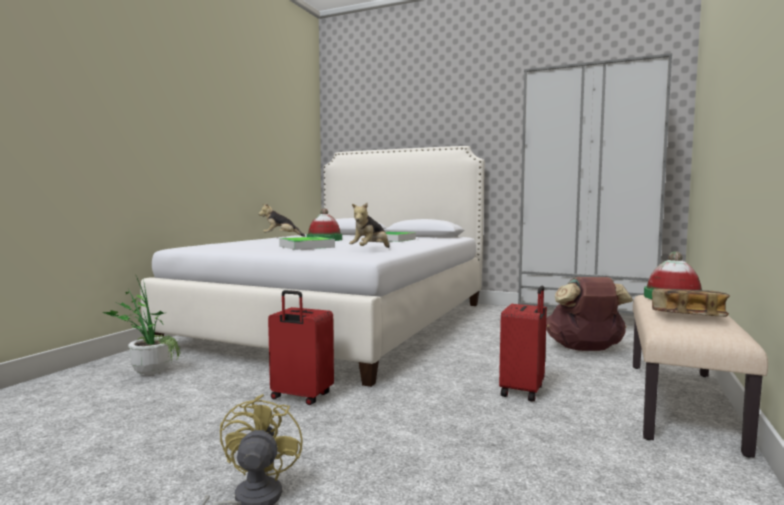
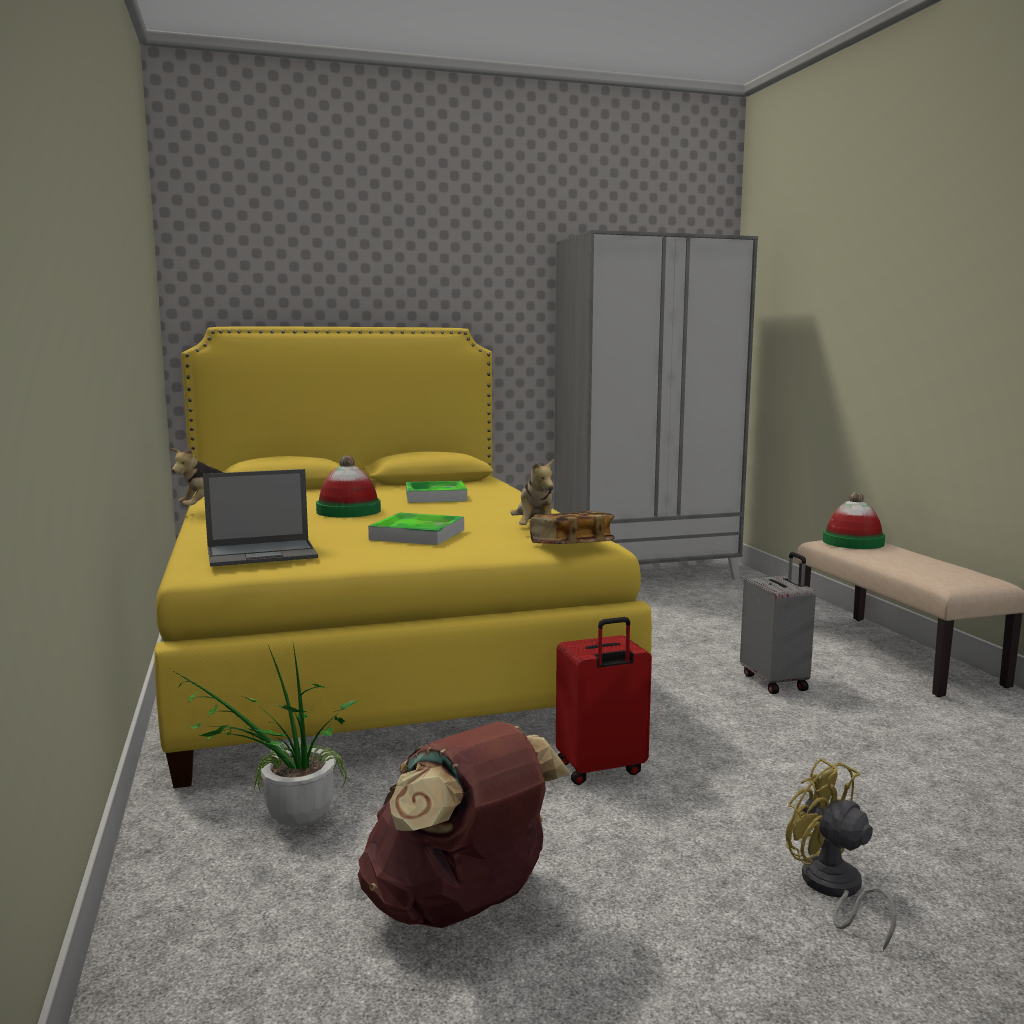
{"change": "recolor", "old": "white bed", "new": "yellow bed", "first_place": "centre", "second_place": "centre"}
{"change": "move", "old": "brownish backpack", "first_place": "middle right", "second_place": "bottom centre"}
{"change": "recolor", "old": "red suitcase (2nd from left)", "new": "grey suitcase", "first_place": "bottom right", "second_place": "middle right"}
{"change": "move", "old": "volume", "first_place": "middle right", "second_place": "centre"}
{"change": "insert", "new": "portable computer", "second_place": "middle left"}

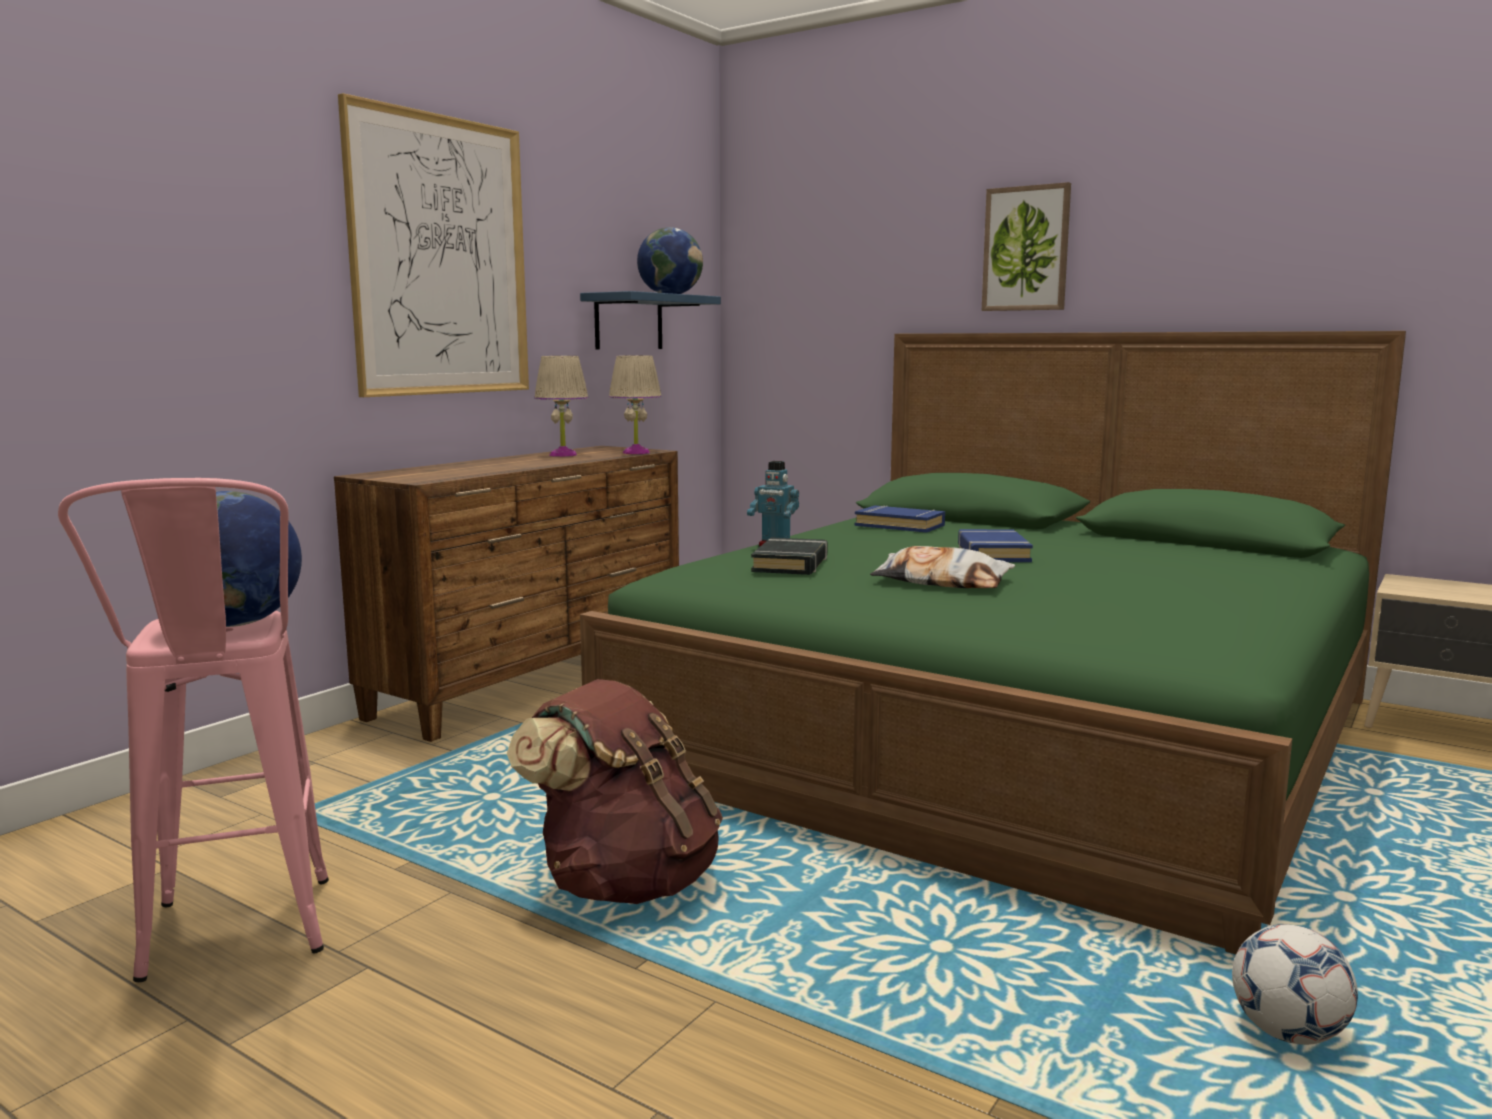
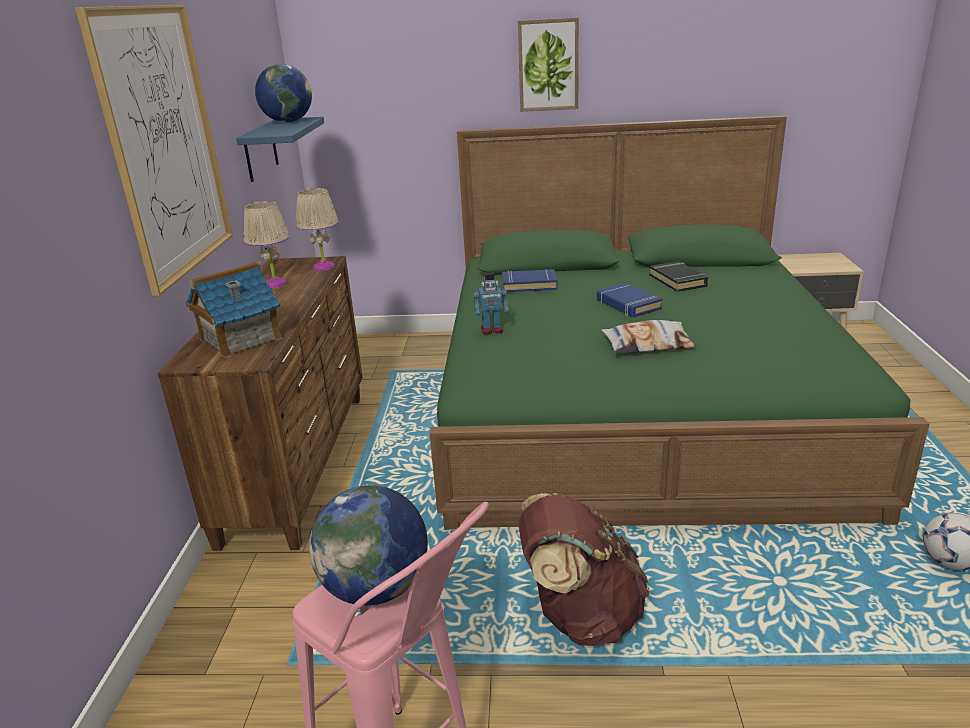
{"change": "move", "old": "blackish volume", "first_place": "centre", "second_place": "middle right"}
{"change": "insert", "new": "miniature house", "second_place": "middle left"}

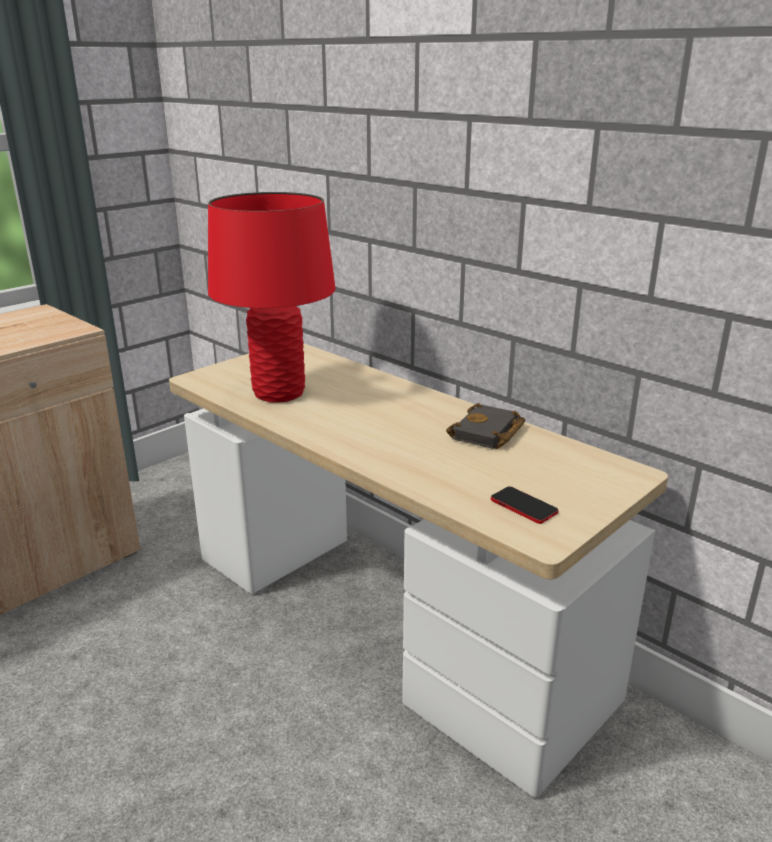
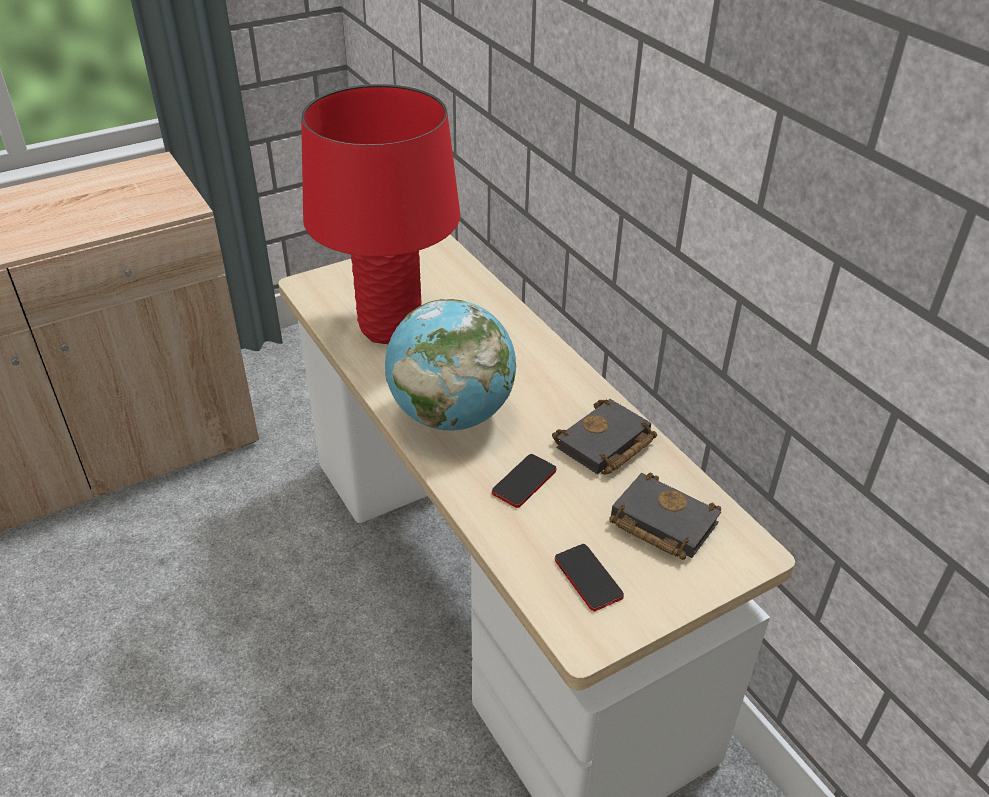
{"change": "insert", "new": "world globe", "second_place": "centre"}
{"change": "insert", "new": "telephone (1st from left)", "second_place": "centre"}
{"change": "insert", "new": "blackish volume (2nd from left)", "second_place": "middle right"}

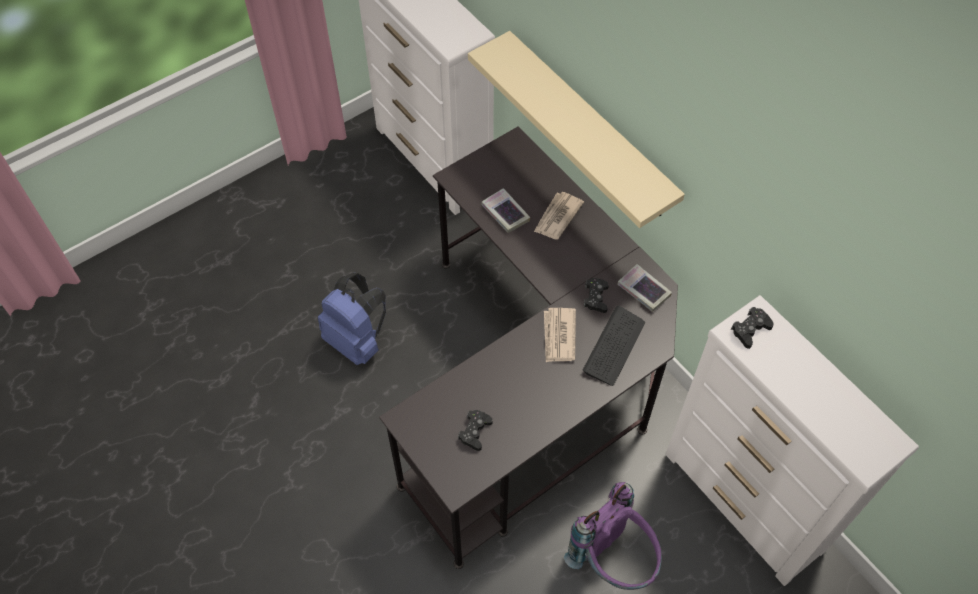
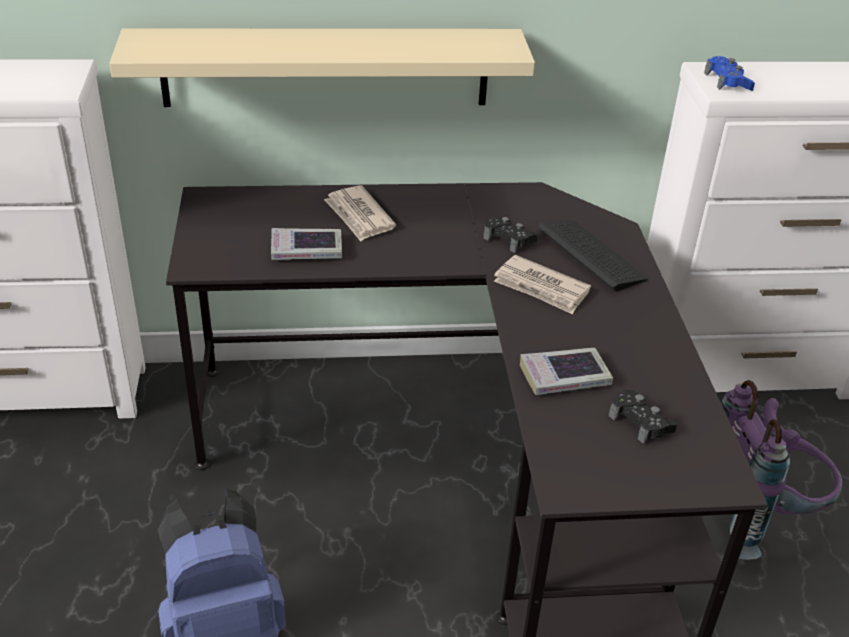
{"change": "move", "old": "volume (2nd from left)", "first_place": "centre", "second_place": "middle right"}
{"change": "recolor", "old": "blackish joypad (3rd from left)", "new": "bluish joypad", "first_place": "middle right", "second_place": "top right"}

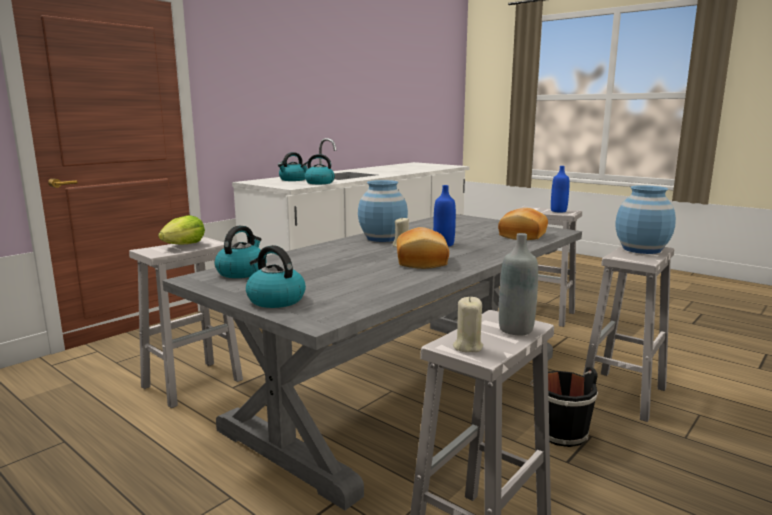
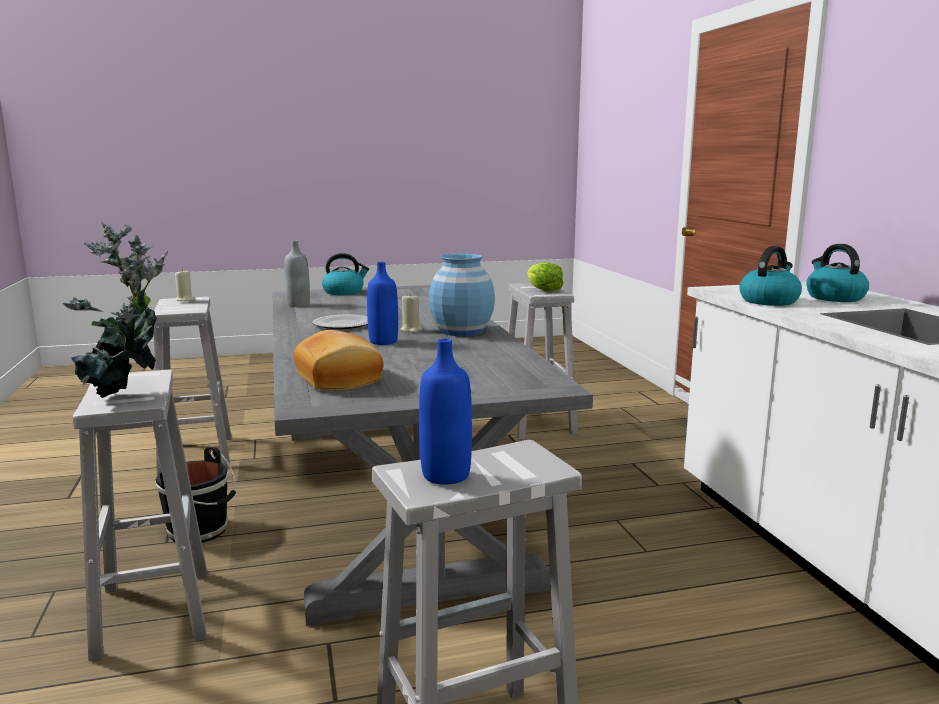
{"change": "replace", "old": "bluish flower vase (2nd from left)", "new": "potted plant", "first_place": "middle right", "second_place": "middle left"}
{"change": "delete", "old": "kettle (1st from left)", "first_place": "middle left"}
{"change": "replace", "old": "bread (1st from left)", "new": "plate", "first_place": "centre", "second_place": "centre"}
{"change": "move", "old": "grey bottle", "first_place": "middle right", "second_place": "middle left"}

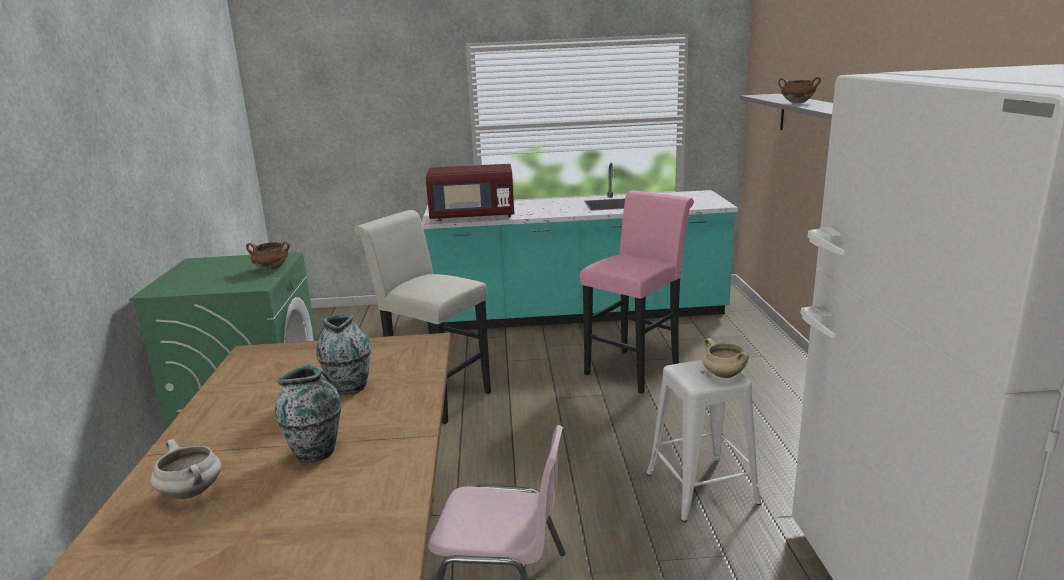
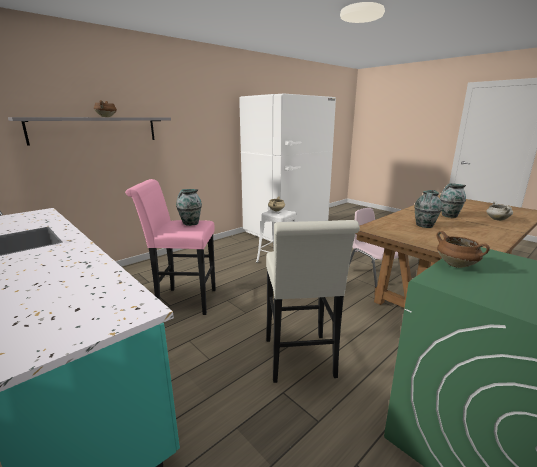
{"change": "delete", "old": "red microwave", "first_place": "top centre"}
{"change": "insert", "new": "flower vase (1st from left)", "second_place": "centre"}

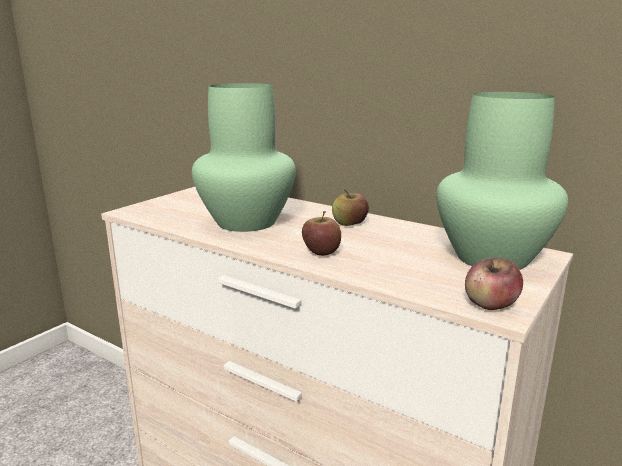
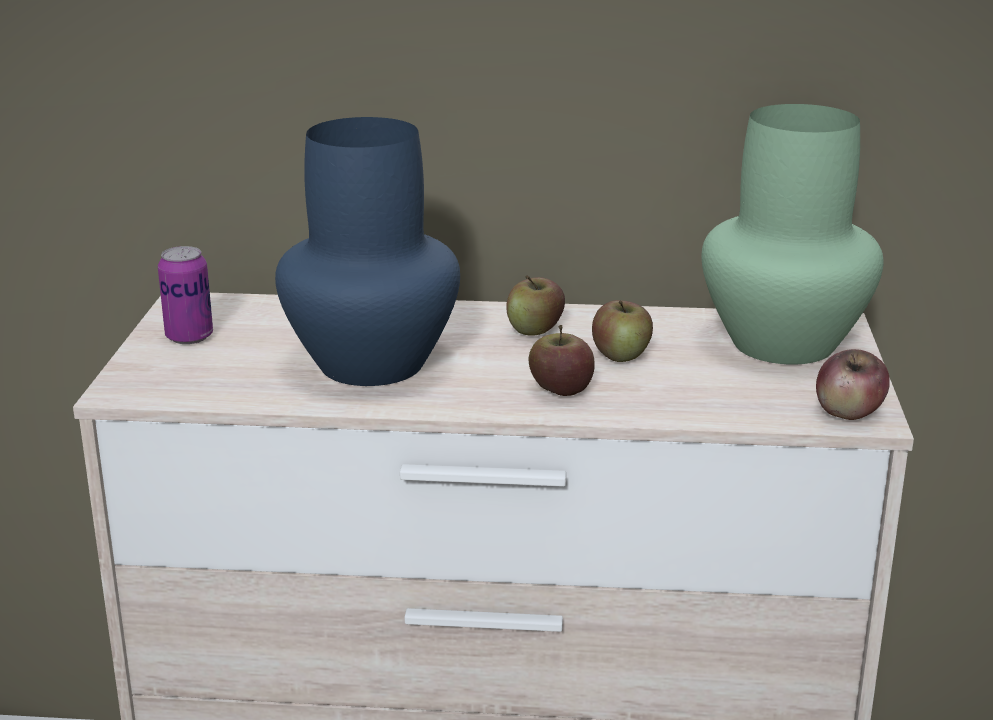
{"change": "recolor", "old": "green-coloured flower vase (1st from left)", "new": "bluish flower vase", "first_place": "centre", "second_place": "centre"}
{"change": "insert", "new": "sealed can", "second_place": "middle left"}
{"change": "insert", "new": "apple fruit (3rd from left)", "second_place": "centre"}

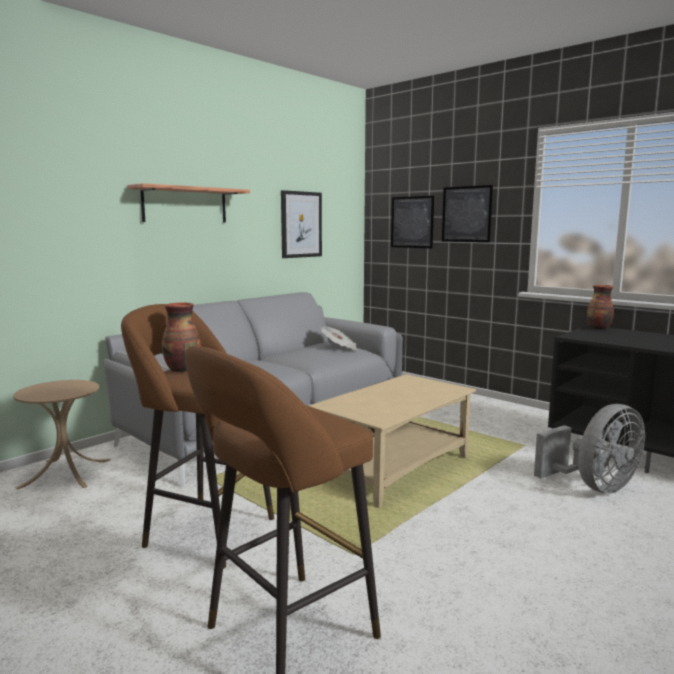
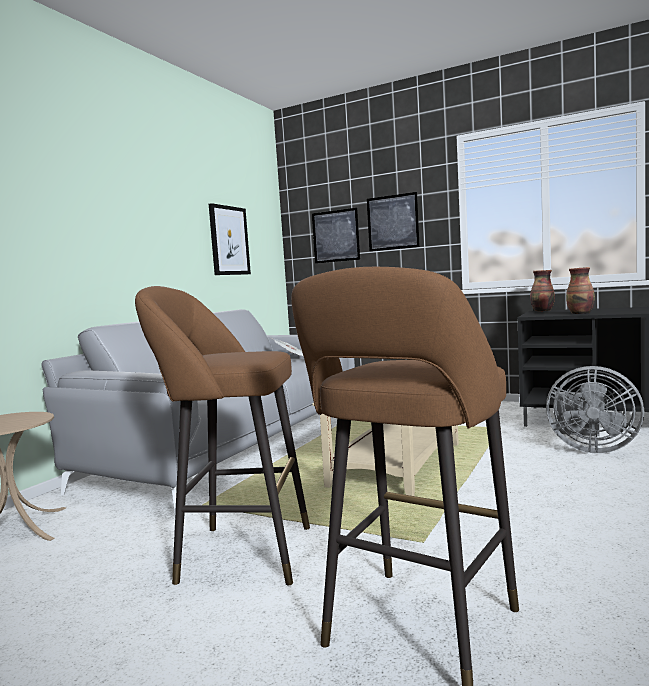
{"change": "delete", "old": "bracket shelf", "first_place": "top left"}
{"change": "move", "old": "flower vase (1st from left in the first image)", "new": "flower vase (2nd from left)", "first_place": "middle left", "second_place": "middle right"}
{"change": "rotate", "old": "grey cooling fan", "first_place": "middle right", "second_place": "middle right", "degrees": 75}

